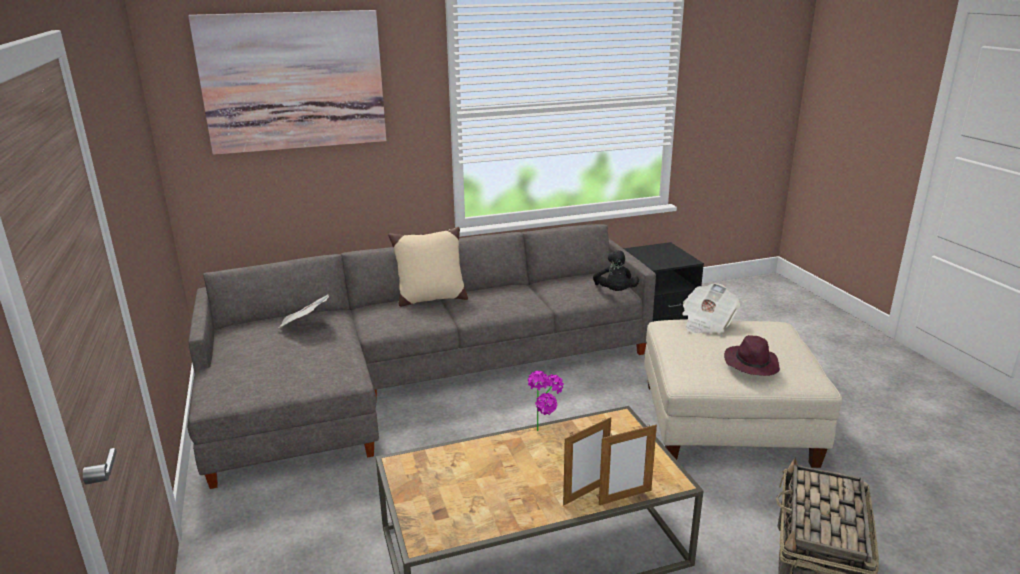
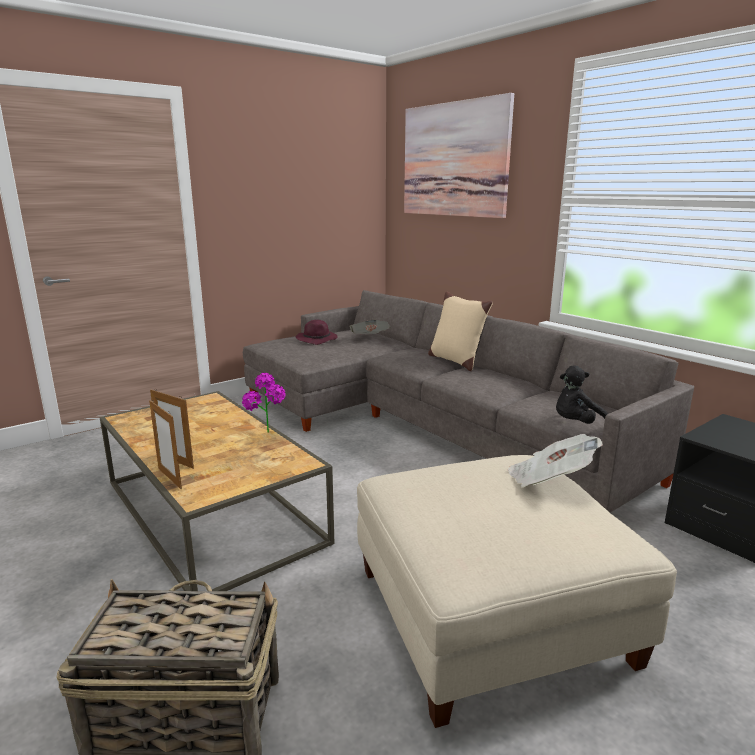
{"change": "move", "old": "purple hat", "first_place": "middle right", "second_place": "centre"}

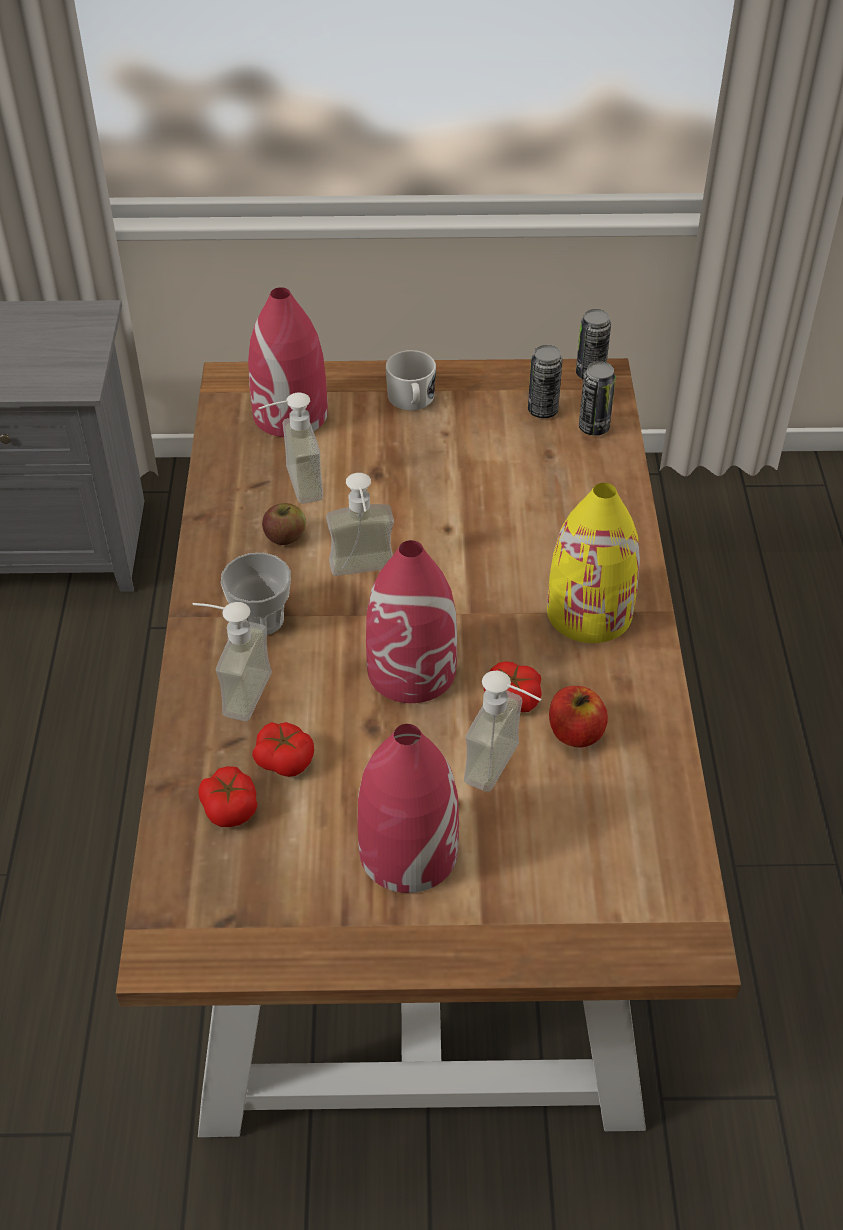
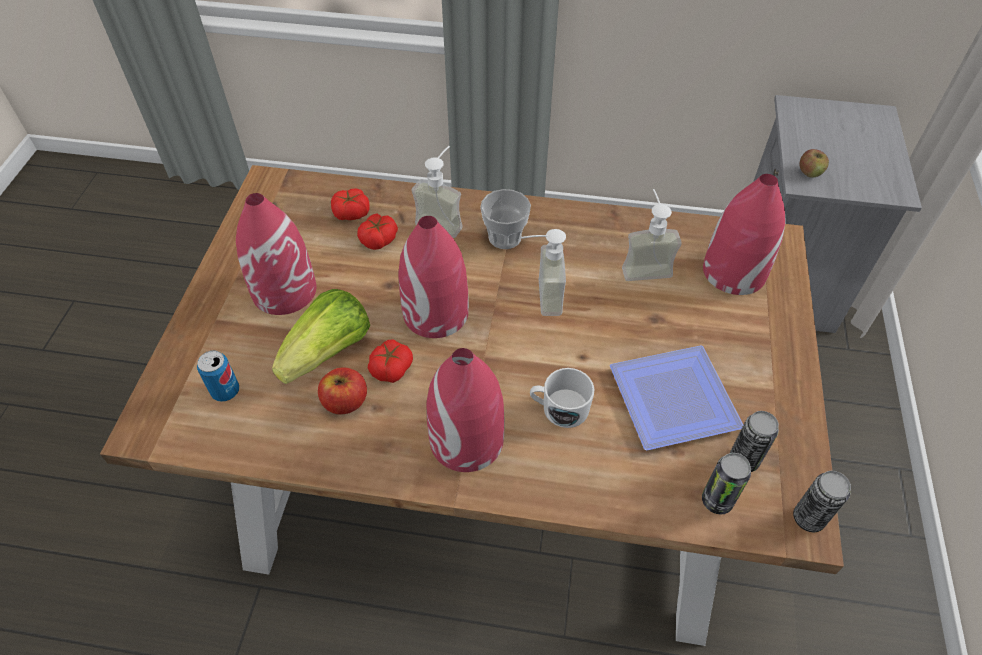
{"change": "move", "old": "white coffee mug", "first_place": "top centre", "second_place": "centre"}
{"change": "recolor", "old": "yellow flower vase", "new": "red flower vase (3rd from left)", "first_place": "middle right", "second_place": "centre"}
{"change": "move", "old": "apple fruit (1st from left in the first image)", "new": "apple fruit (2nd from left)", "first_place": "centre", "second_place": "top right"}
{"change": "replace", "old": "soap bottle (4th from left)", "new": "head of lettuce", "first_place": "centre", "second_place": "middle left"}
{"change": "insert", "new": "plate", "second_place": "middle right"}
{"change": "insert", "new": "sealed can (1st from left)", "second_place": "middle left"}

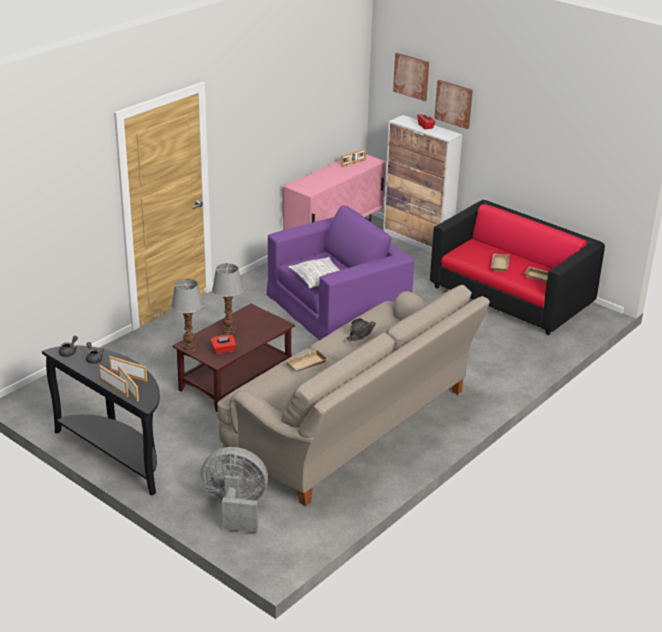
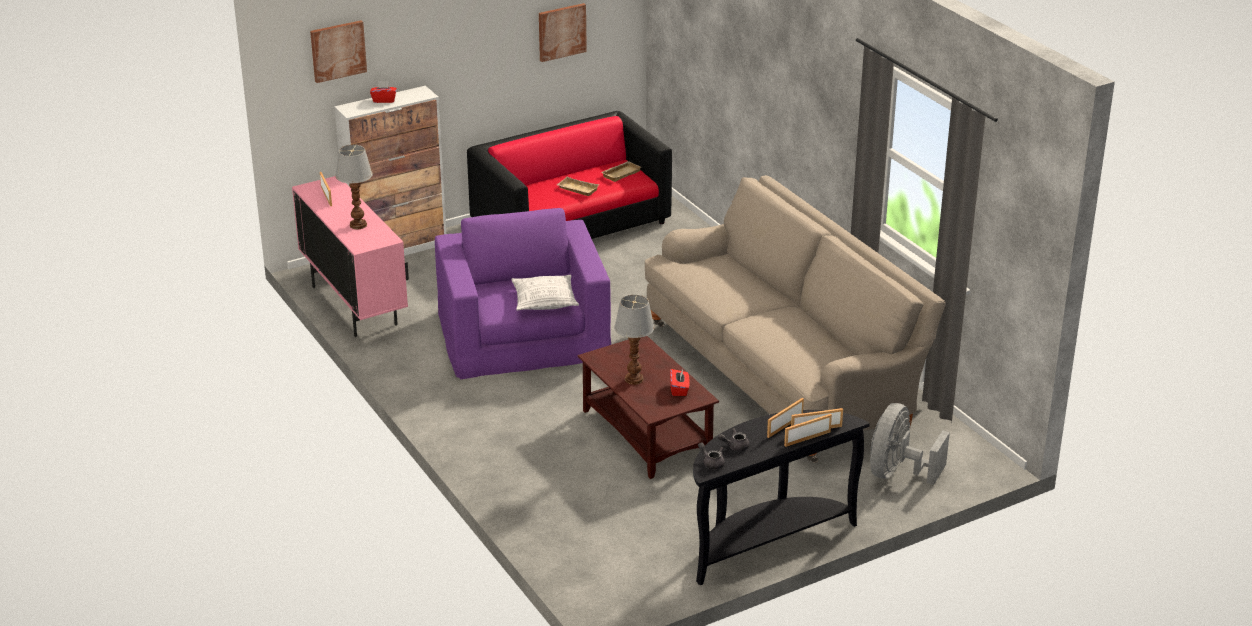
{"change": "move", "old": "wall picture (2nd from left)", "first_place": "top right", "second_place": "top centre"}
{"change": "move", "old": "lamp for a table (1st from left)", "first_place": "middle left", "second_place": "top left"}
{"change": "delete", "old": "blackish hat", "first_place": "centre"}
{"change": "delete", "old": "beige-coloured carrying tray (1st from left)", "first_place": "centre"}

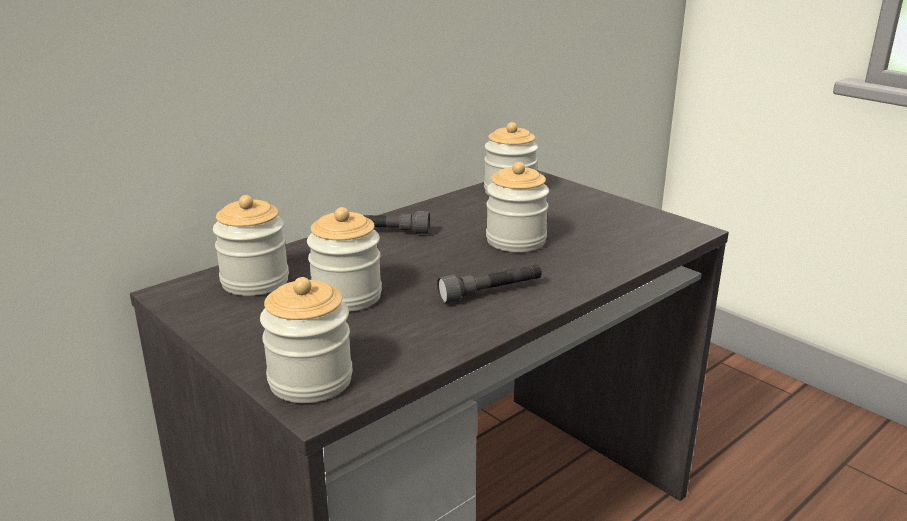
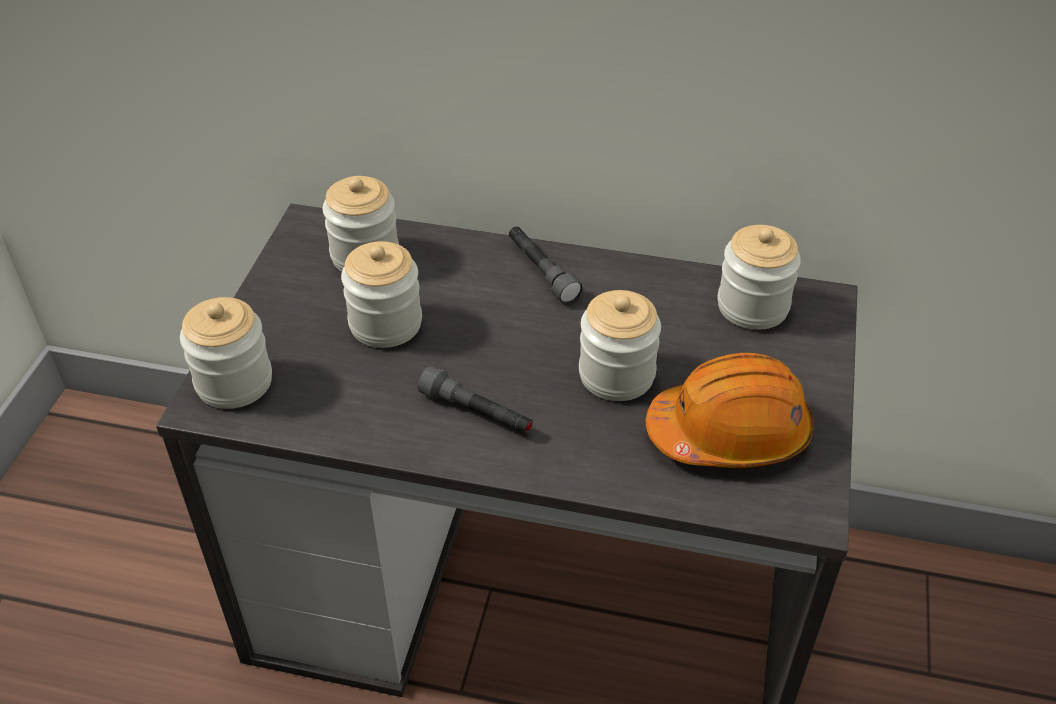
{"change": "insert", "new": "orangey safety helmet", "second_place": "middle right"}

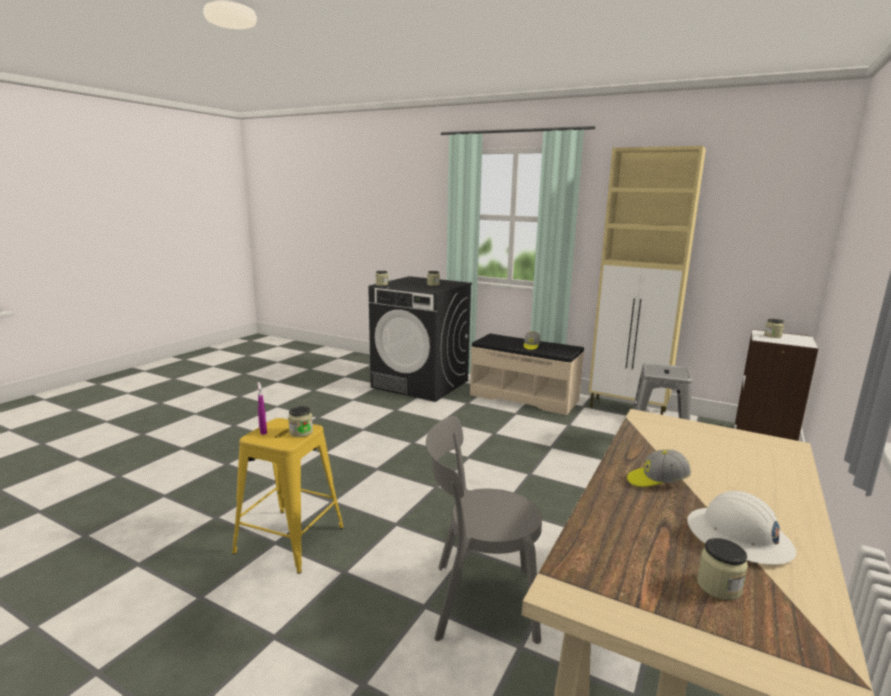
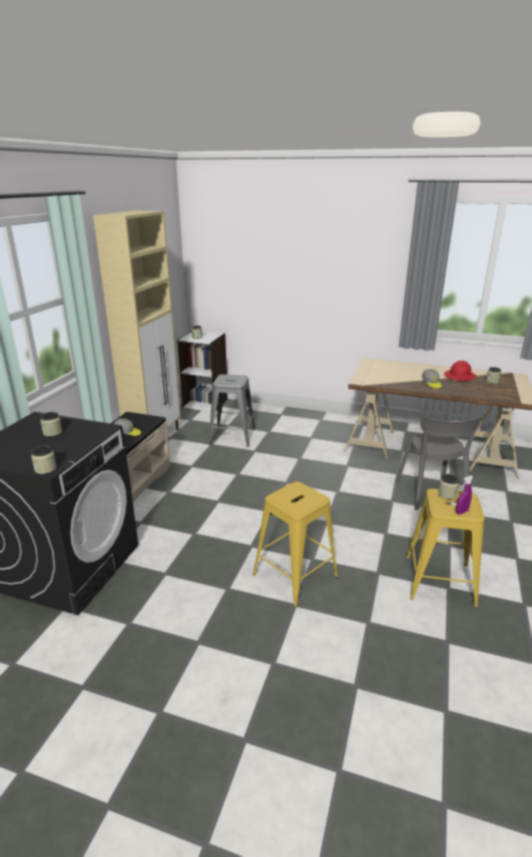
{"change": "recolor", "old": "white safety helmet", "new": "red safety helmet", "first_place": "bottom right", "second_place": "middle right"}
{"change": "insert", "new": "yellow sitting stool (1st from left)", "second_place": "centre"}

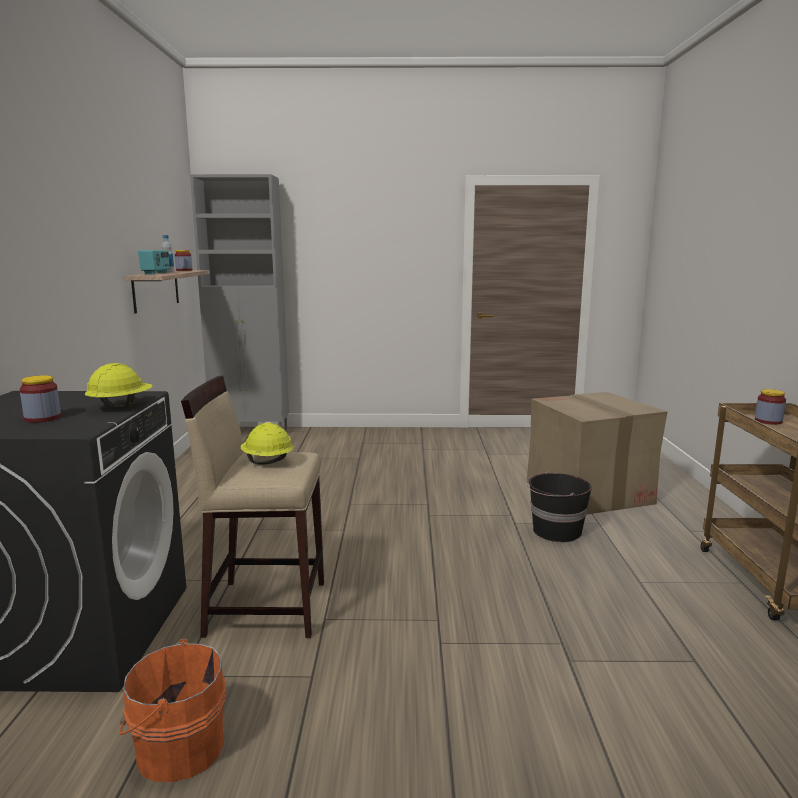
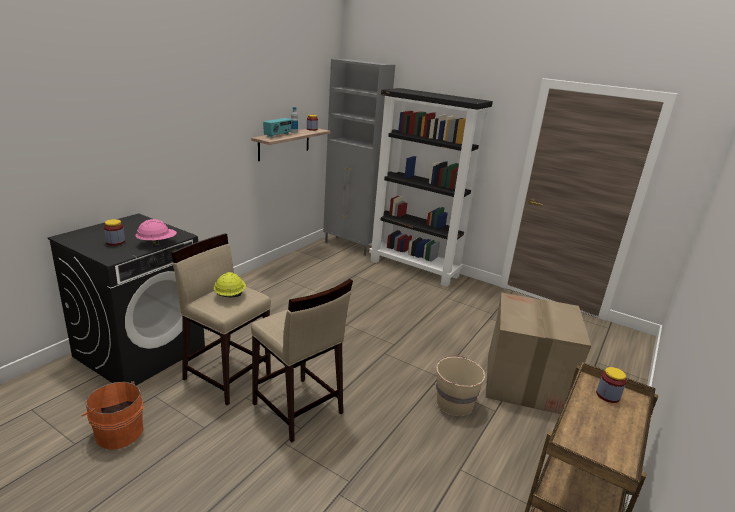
{"change": "recolor", "old": "yellow safety helmet (1st from left)", "new": "pink safety helmet", "first_place": "middle left", "second_place": "middle left"}
{"change": "recolor", "old": "blackish pail", "new": "beige-coloured pail", "first_place": "middle right", "second_place": "bottom centre"}
{"change": "insert", "new": "blackish shelving unit", "second_place": "centre"}
{"change": "insert", "new": "beige-coloured sitting stool (2nd from left)", "second_place": "bottom centre"}

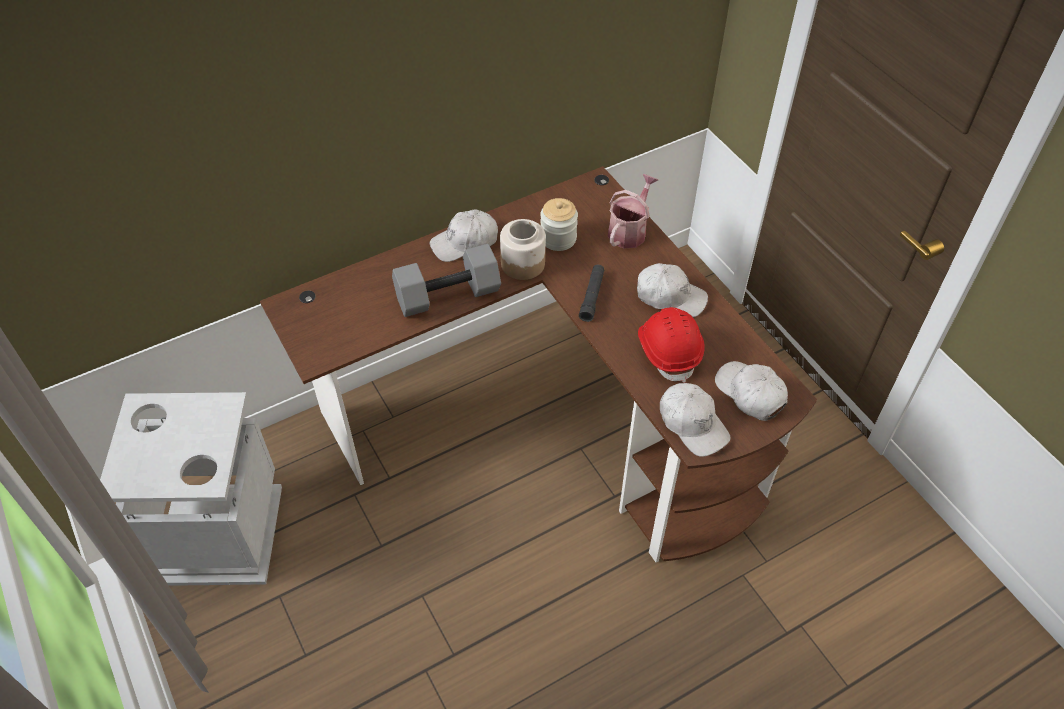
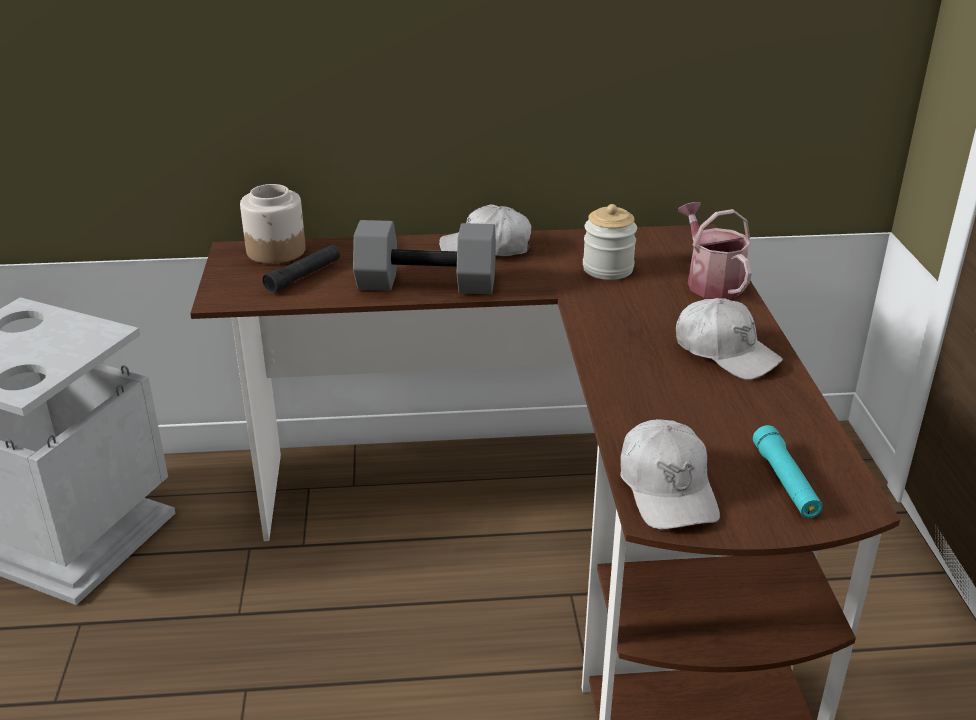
{"change": "rotate", "old": "watering pot", "first_place": "top centre", "second_place": "middle right", "degrees": -75}
{"change": "move", "old": "preserve jar (1st from left)", "first_place": "centre", "second_place": "top left"}
{"change": "move", "old": "blackish hand torch", "first_place": "centre", "second_place": "middle left"}
{"change": "delete", "old": "red safety helmet", "first_place": "centre"}
{"change": "replace", "old": "white cap (4th from left)", "new": "turquoise-coloured hand torch", "first_place": "middle right", "second_place": "middle right"}

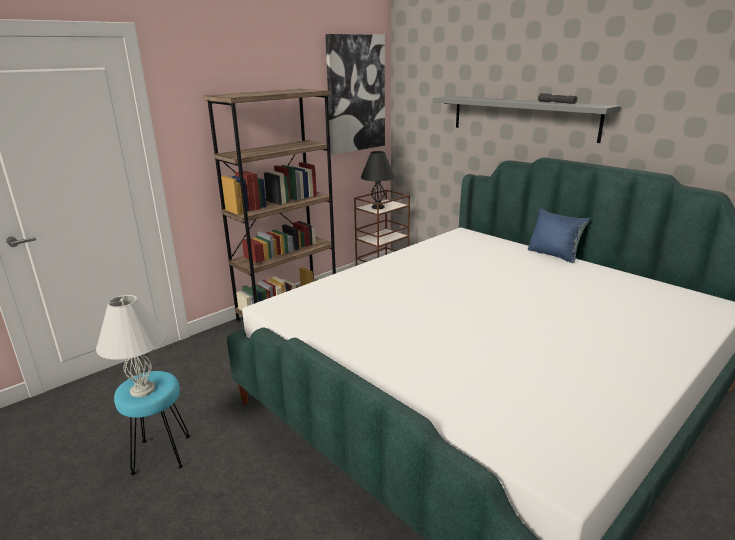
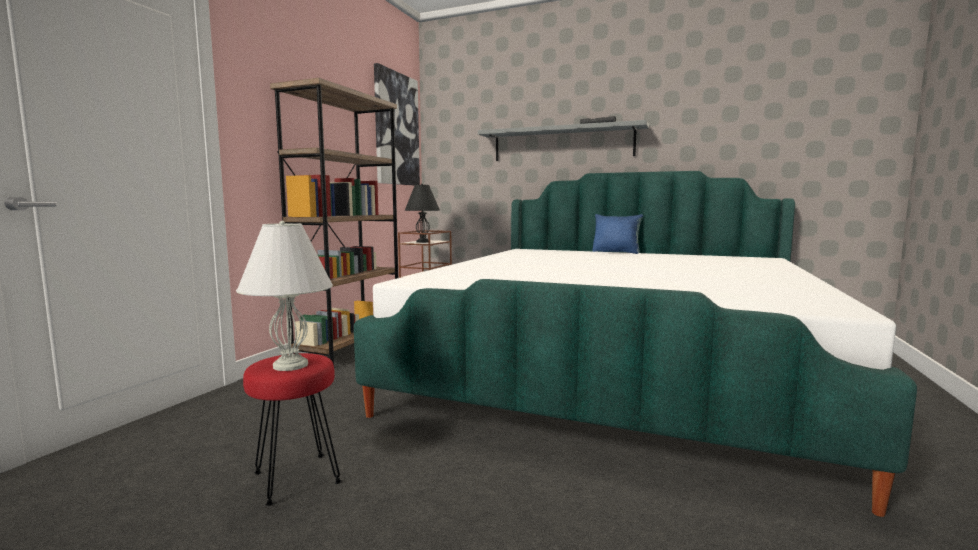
{"change": "recolor", "old": "turquoise-coloured sitting stool", "new": "red sitting stool", "first_place": "bottom left", "second_place": "bottom left"}

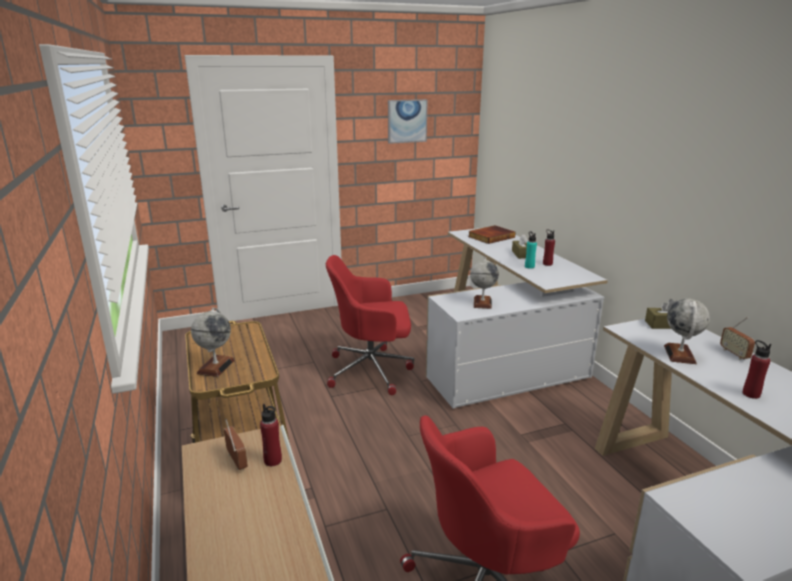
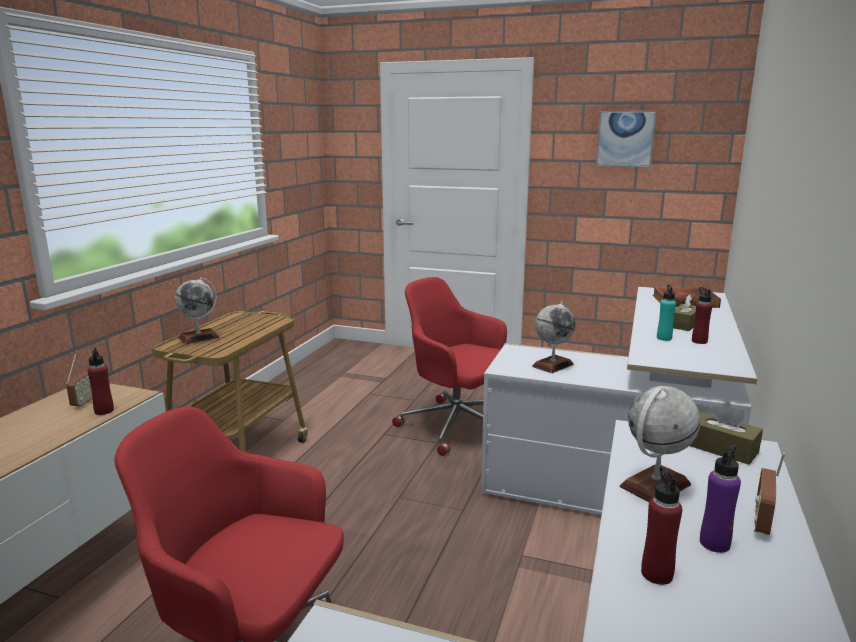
{"change": "insert", "new": "purple bottle", "second_place": "bottom right"}

